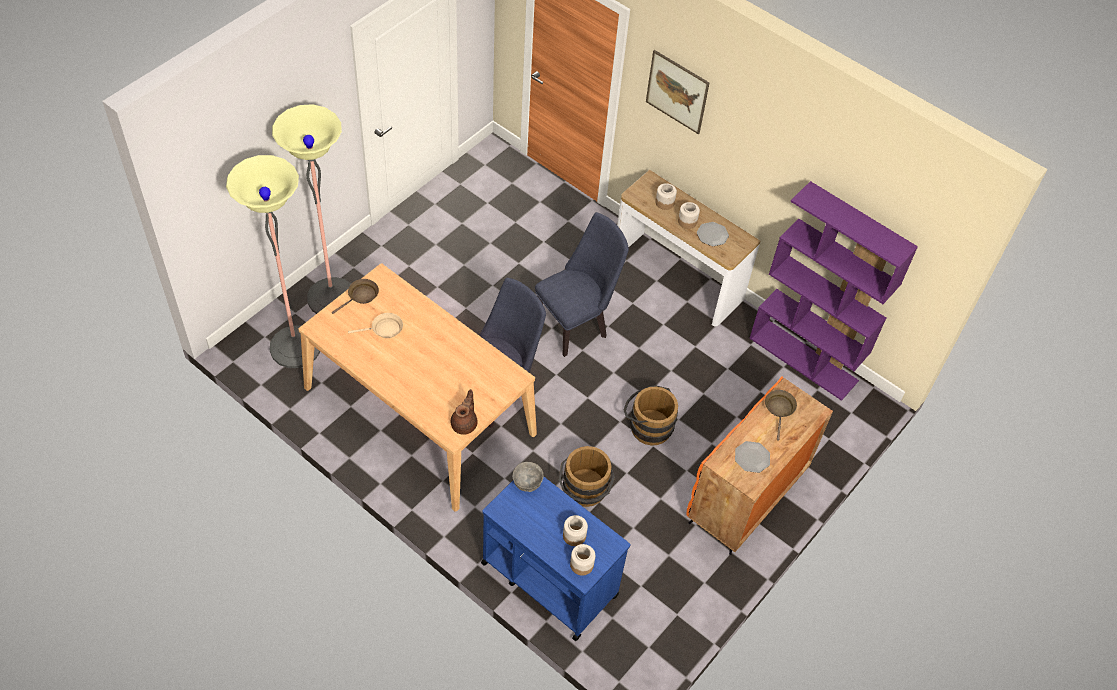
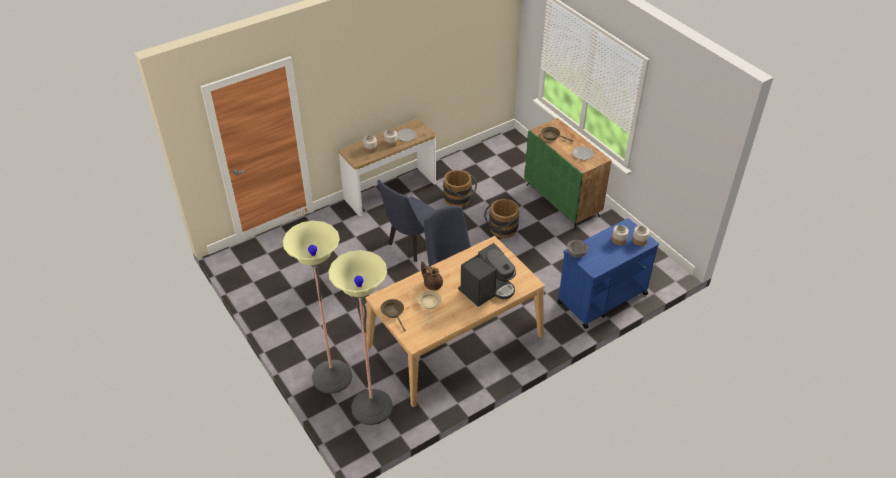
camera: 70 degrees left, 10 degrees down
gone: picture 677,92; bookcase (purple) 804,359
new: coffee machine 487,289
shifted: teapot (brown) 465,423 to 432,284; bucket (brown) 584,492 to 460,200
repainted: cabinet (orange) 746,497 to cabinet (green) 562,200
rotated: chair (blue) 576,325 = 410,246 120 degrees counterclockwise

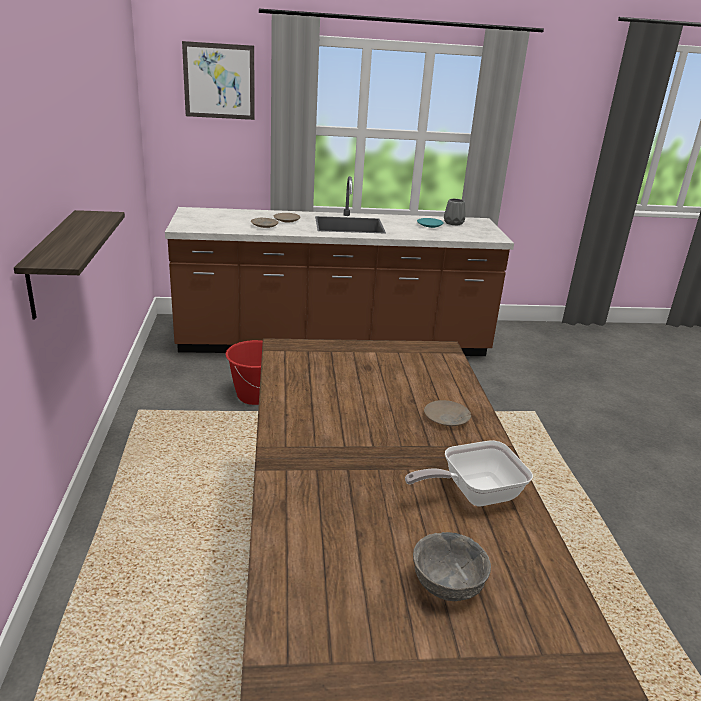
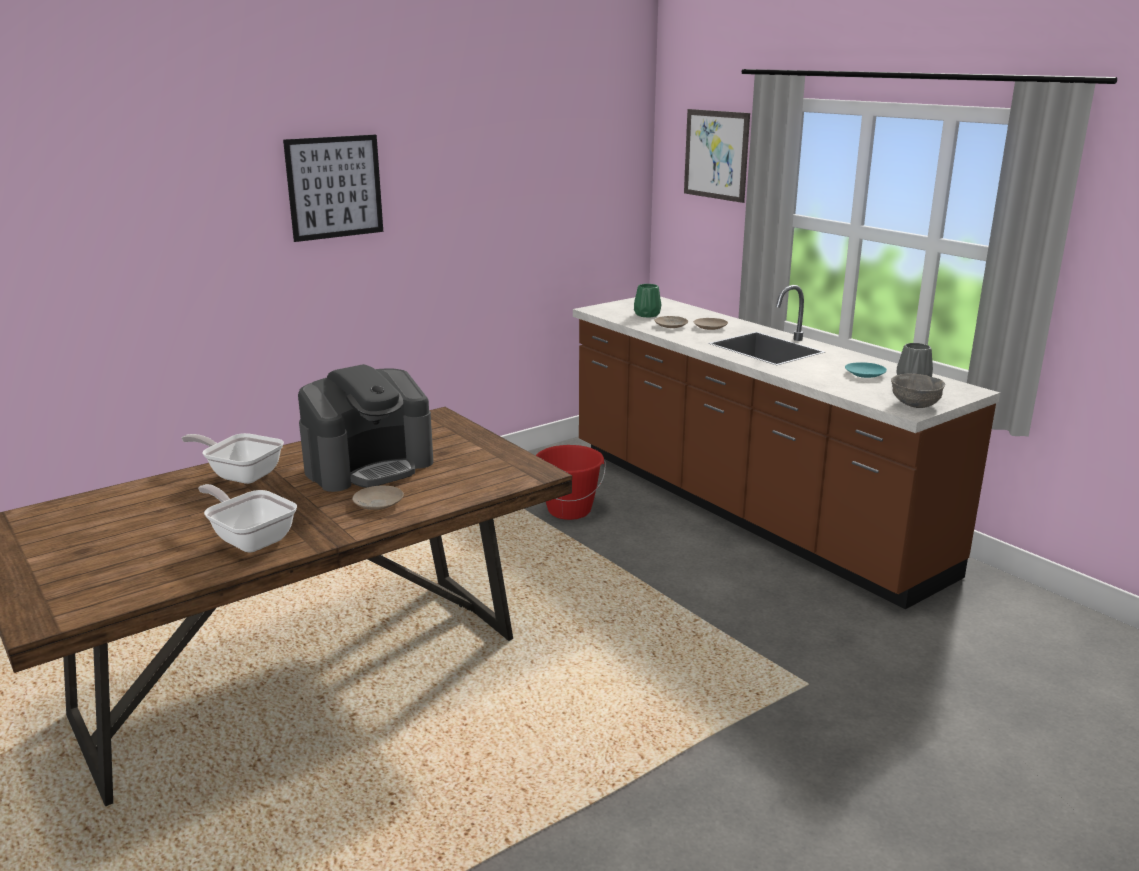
camera: 60 degrees right, 5 degrees down
gone: shelf 51,263
new: picture 334,187; vase (green) 646,314; coffee machine 369,466; frying pan 241,474
shifted: bowl (grey) 446,584 to 915,404

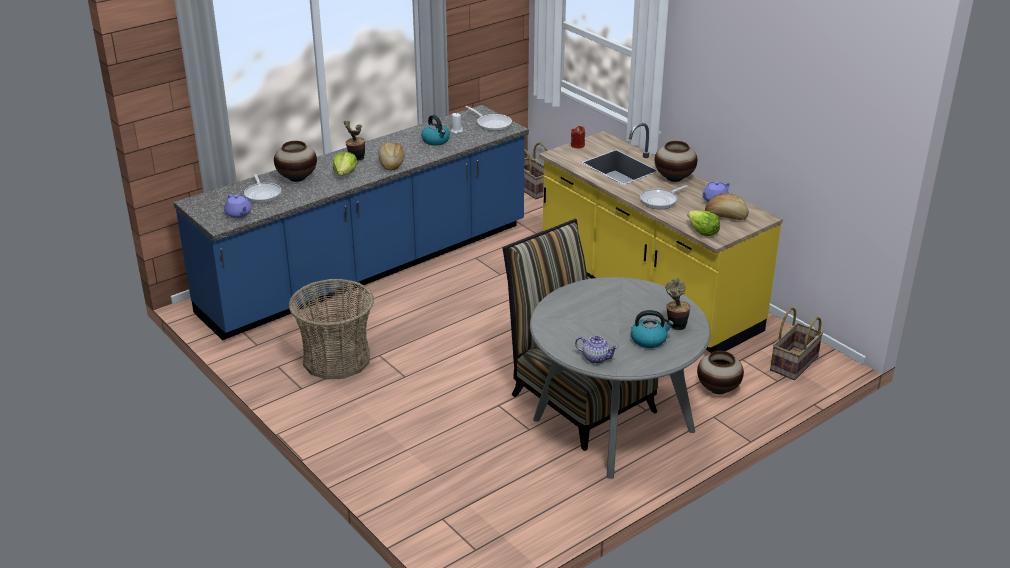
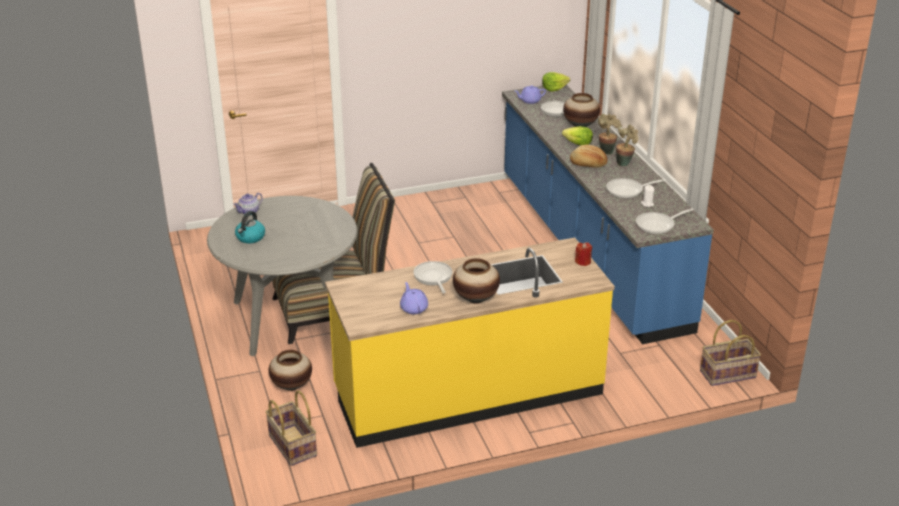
camera: 110 degrees right, 0 degrees up
gone: bread 726,216; basket 336,359
shifted: lettuce 702,231 to 554,88; potted plant 675,325 to 624,163
swapped: kettle 436,141 to frying pan 628,190

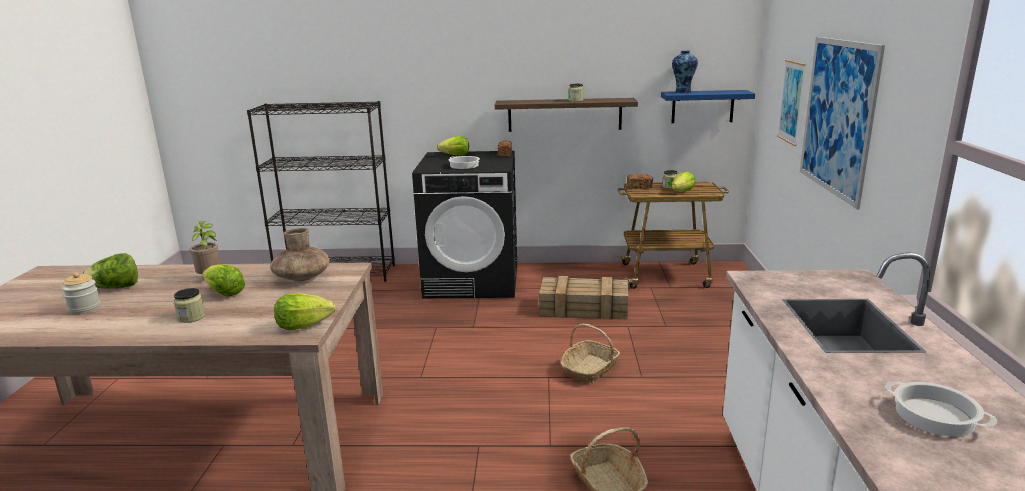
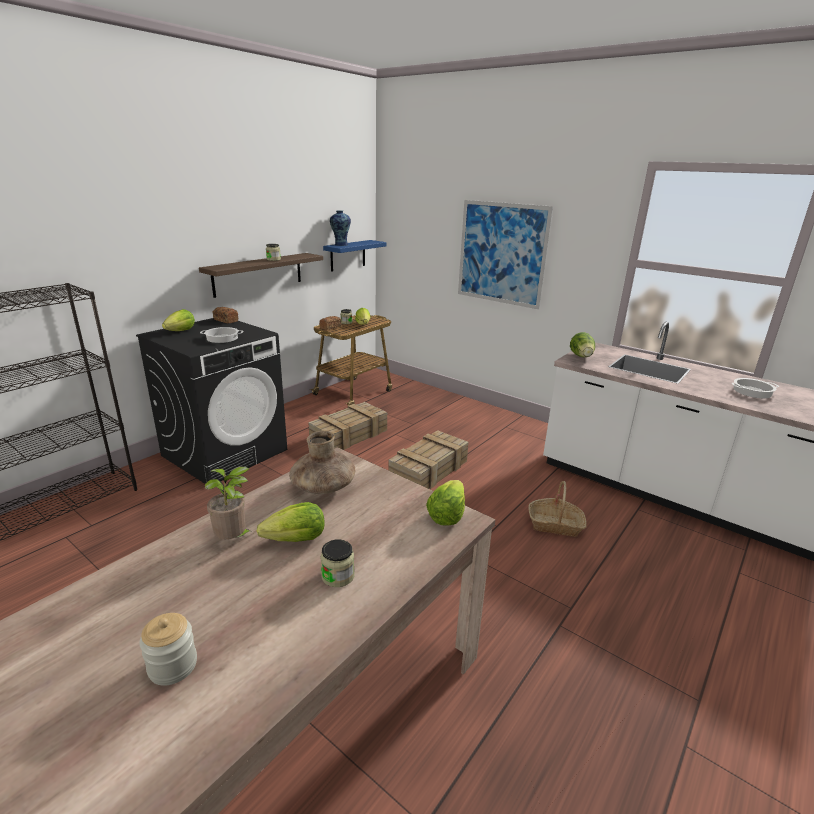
camera: 55 degrees left, 5 degrees up
gone: picture 791,102
shifted: lettuce 116,288 to 582,357
swapped: basket 590,369 to crate 428,471

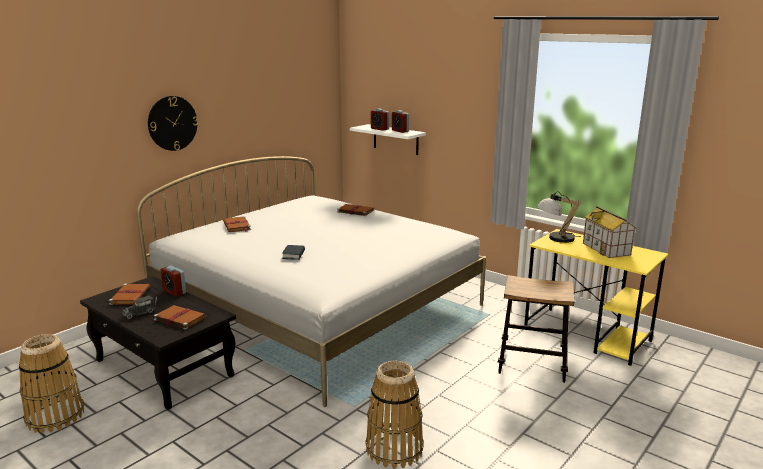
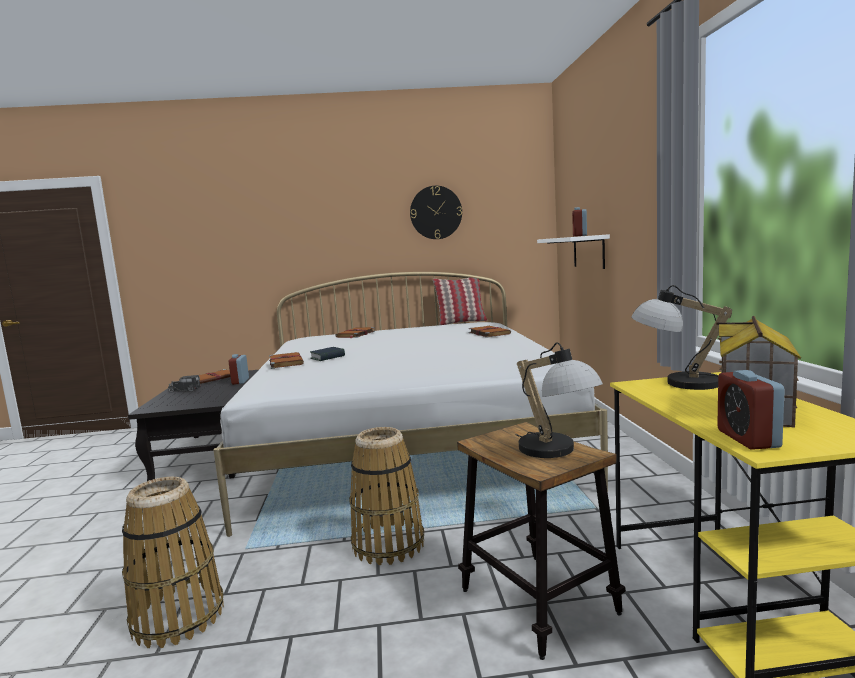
camera: 45 degrees right, 10 degrees down
new: pillow 461,322; table lamp 557,452
shifted: wall clock 172,123 to 436,212; alarm clock 379,129 to 748,439; book (brown) 179,318 to 286,362; basket 55,416 to 388,544

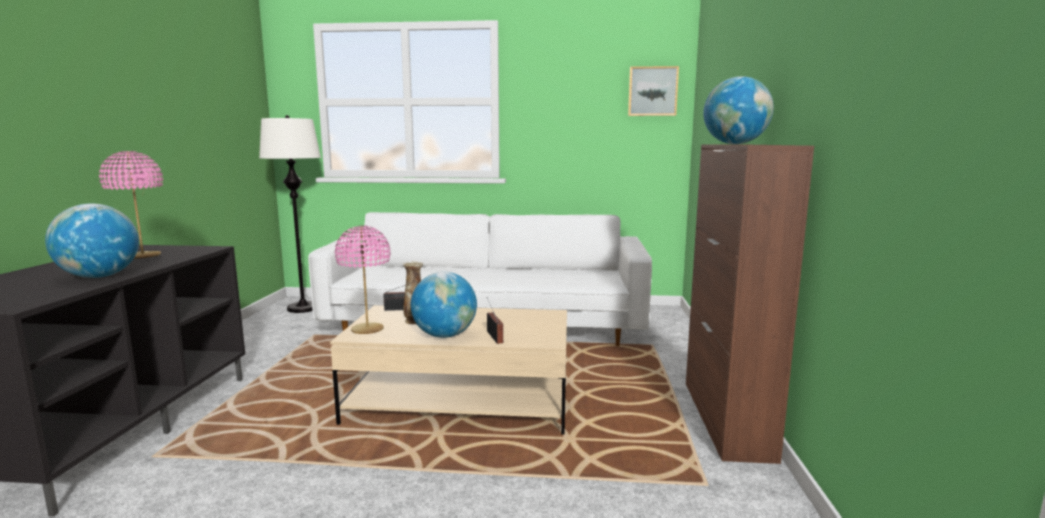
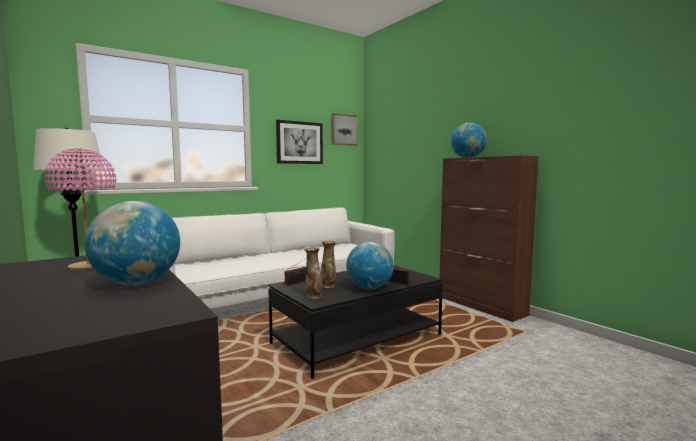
camera: 40 degrees left, 5 degrees down
new: picture 299,142
swapped: table lamp (pink) 367,329 to vase 313,297
repainted: coffee table (beige) 461,402 to coffee table (black) 357,339

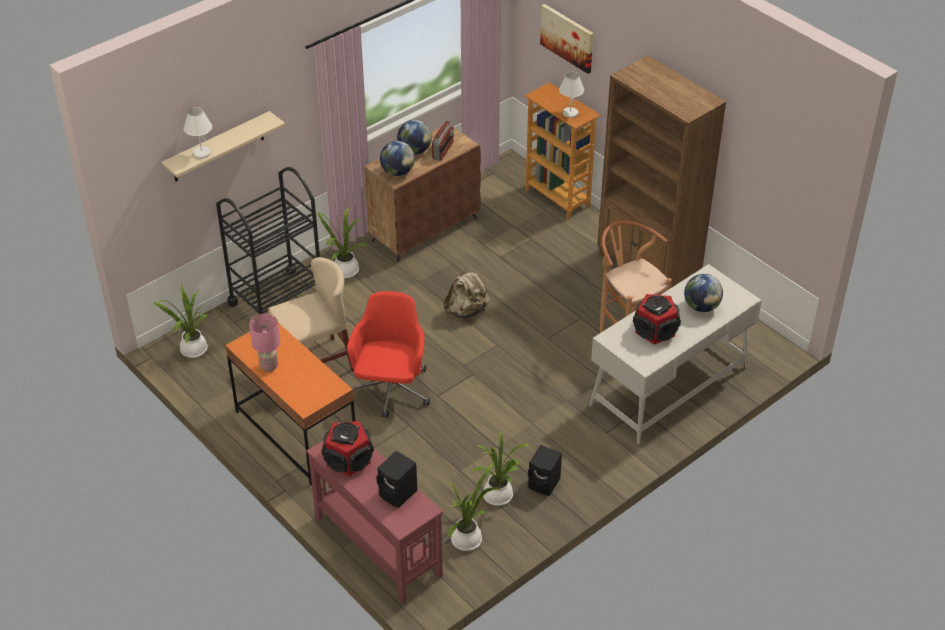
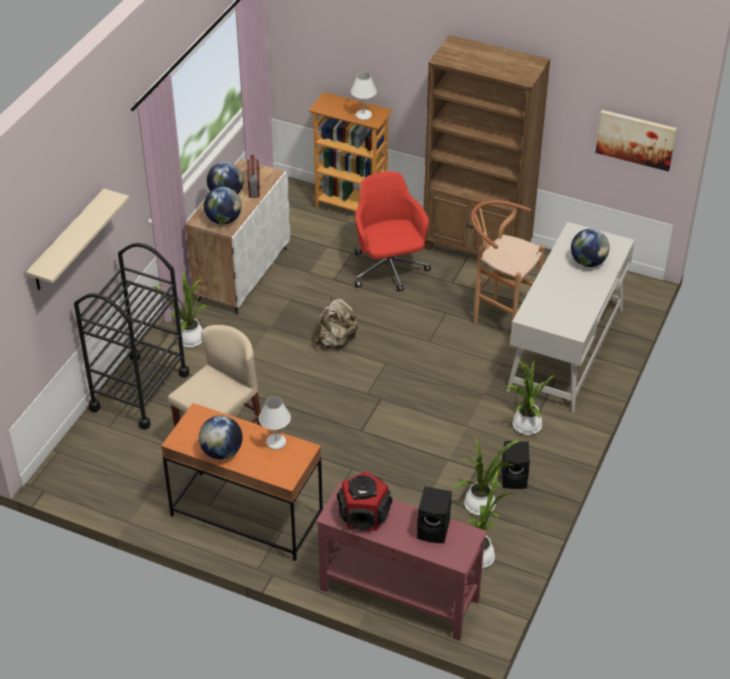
camera: 25 degrees left, 0 degrees up
gone: speaker 655,331
shifted: picture 567,37 to 636,139; table lamp (white) 201,153 to 276,443; potted plant 191,350 to 525,427; office chair (red) 390,391 to 389,270
swapped: table lamp (pink) 269,367 to globe 222,452
repainted: cabinet (brown) 425,229 to cabinet (white) 242,274

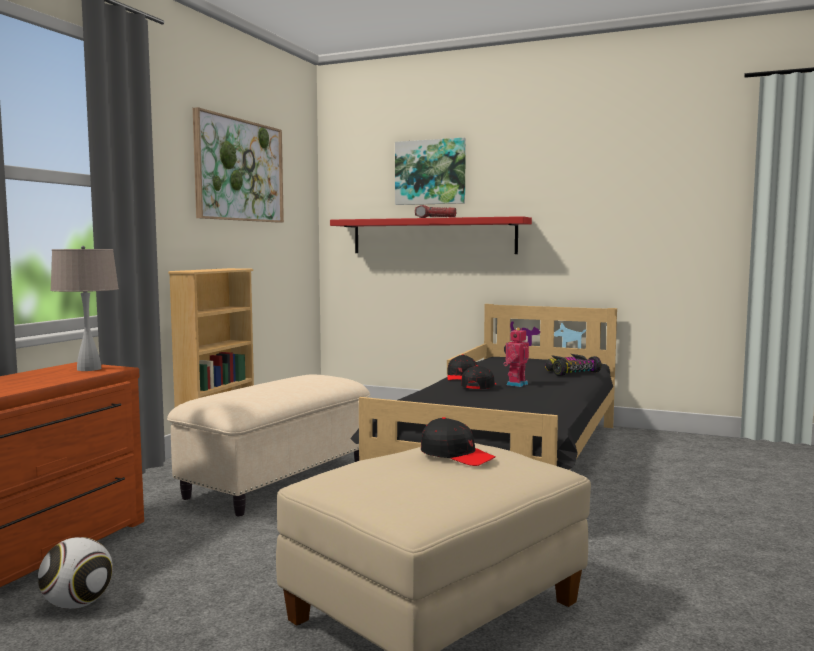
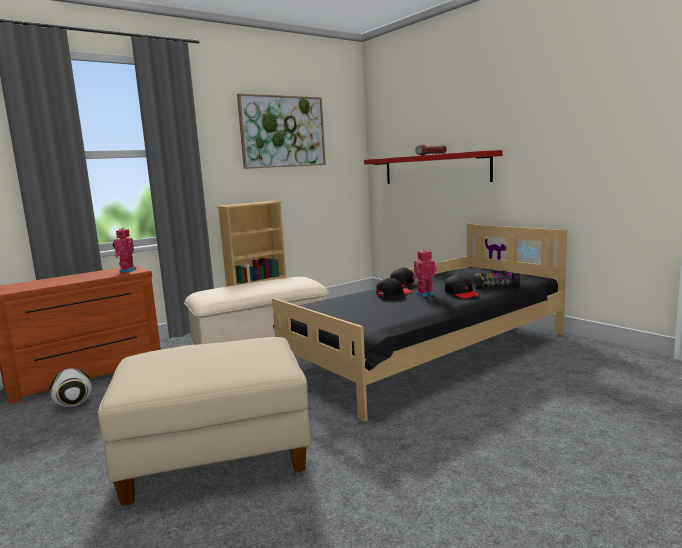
camera: 30 degrees right, 5 degrees up
gone: picture 430,172
shifted: cap (black) 456,455 to 461,293
swapped: table lamp (beige) 89,369 to toy robot 126,270

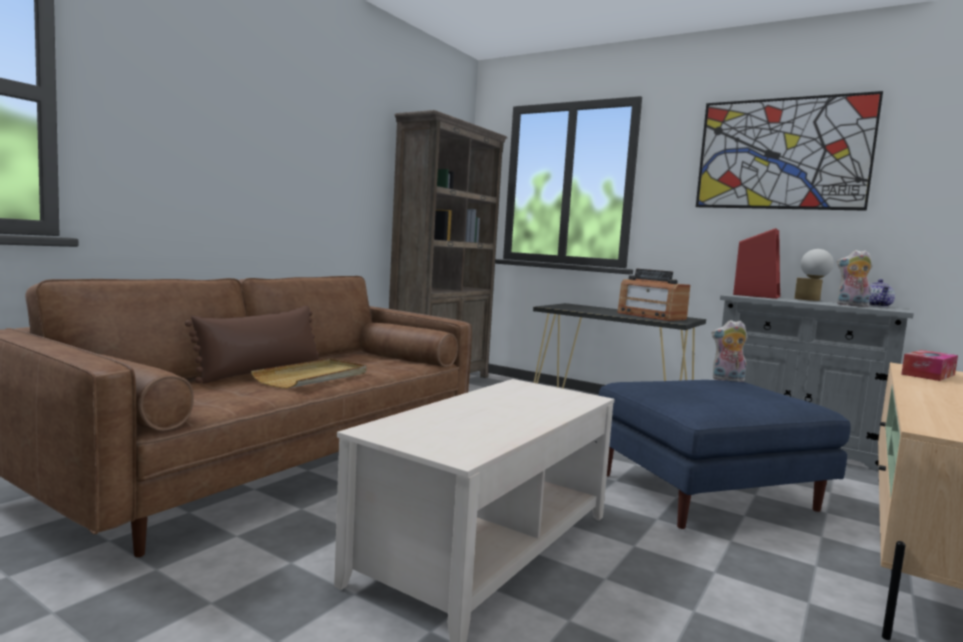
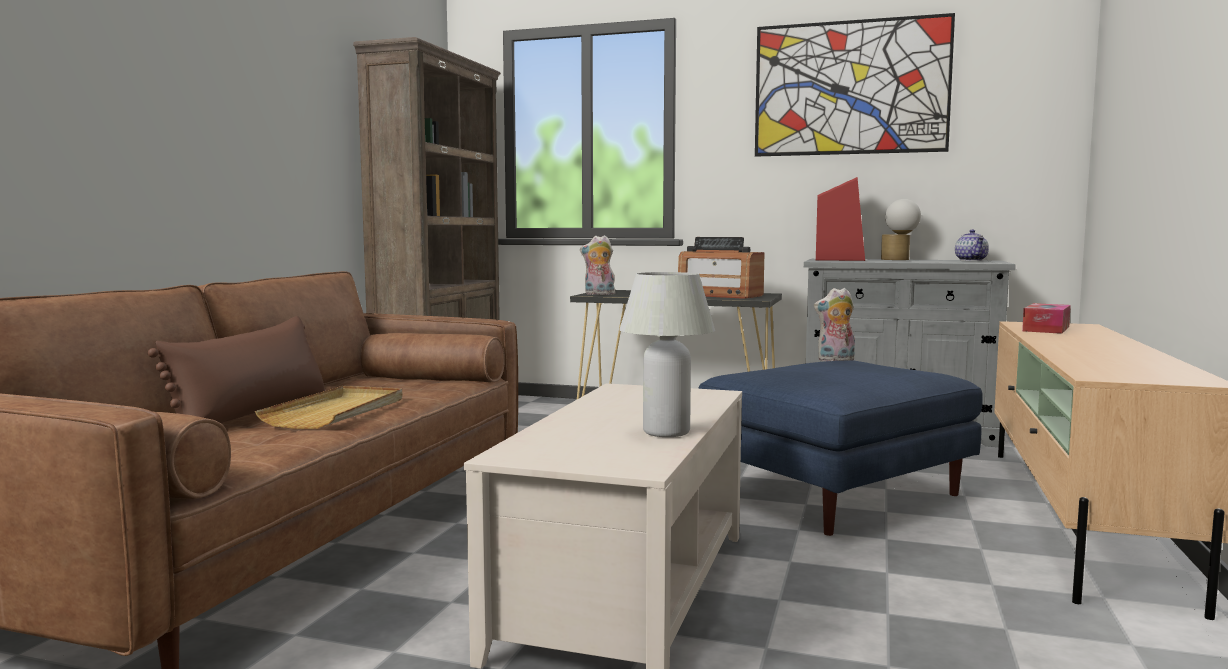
camera: 15 degrees left, 0 degrees up
new: table lamp (white) 666,432
shifted: plush toy 851,305 to 598,294

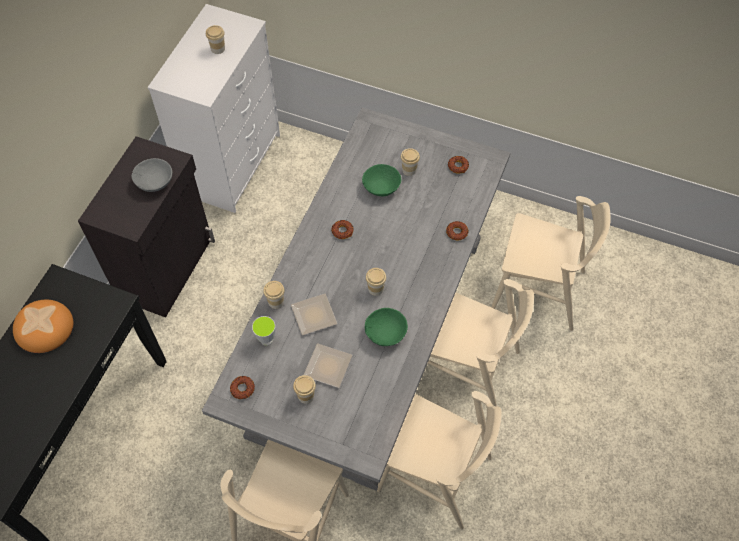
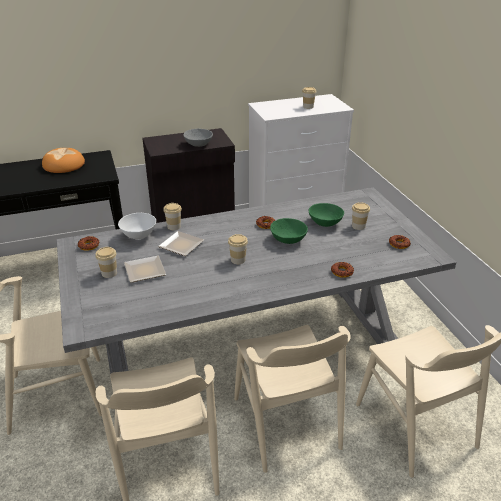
camera: 50 degrees right, 25 degrees down
shifted: bowl (green) 385,333 to 288,239
swapped: cup 266,340 to bowl (white) 139,237

